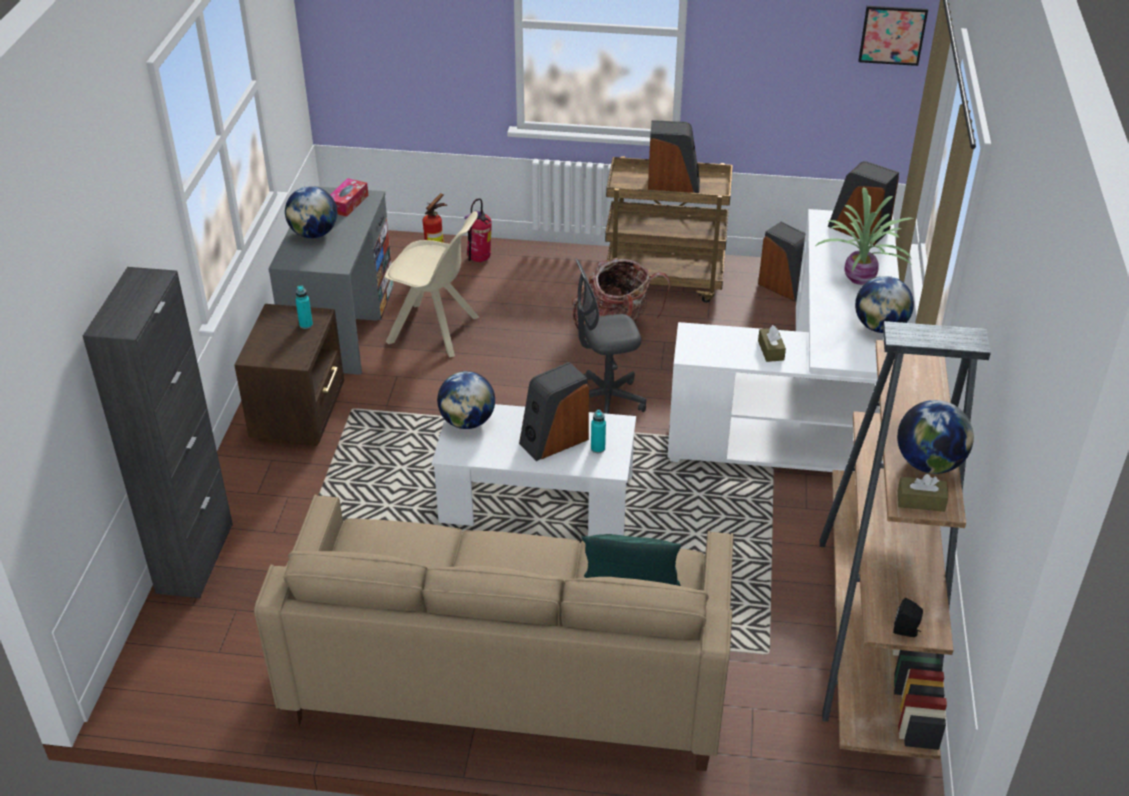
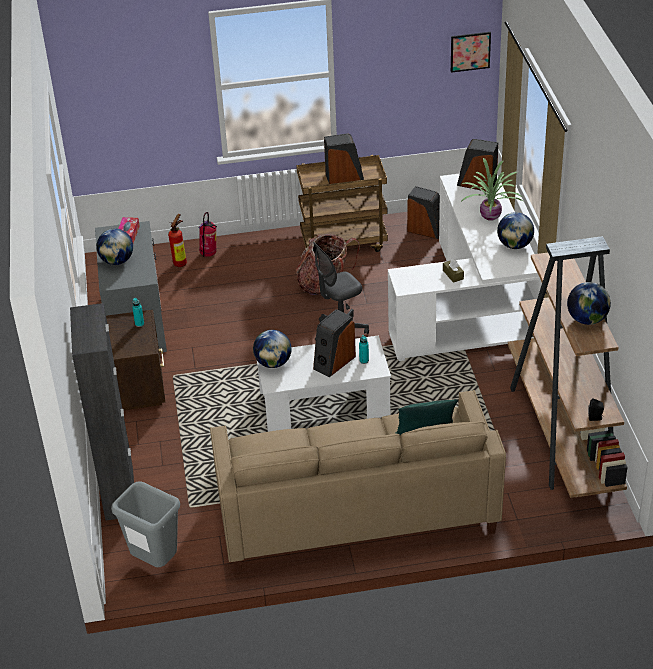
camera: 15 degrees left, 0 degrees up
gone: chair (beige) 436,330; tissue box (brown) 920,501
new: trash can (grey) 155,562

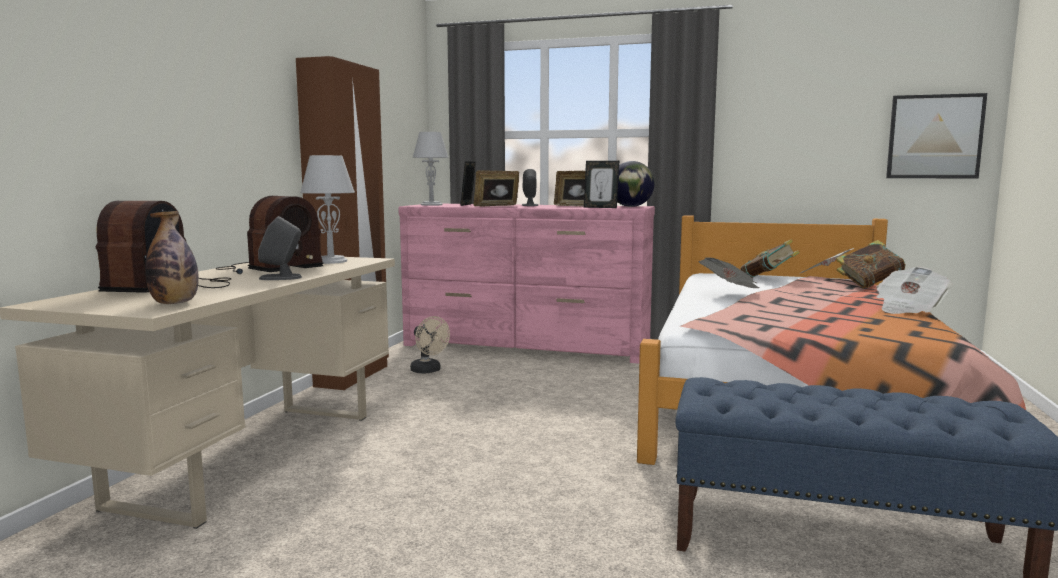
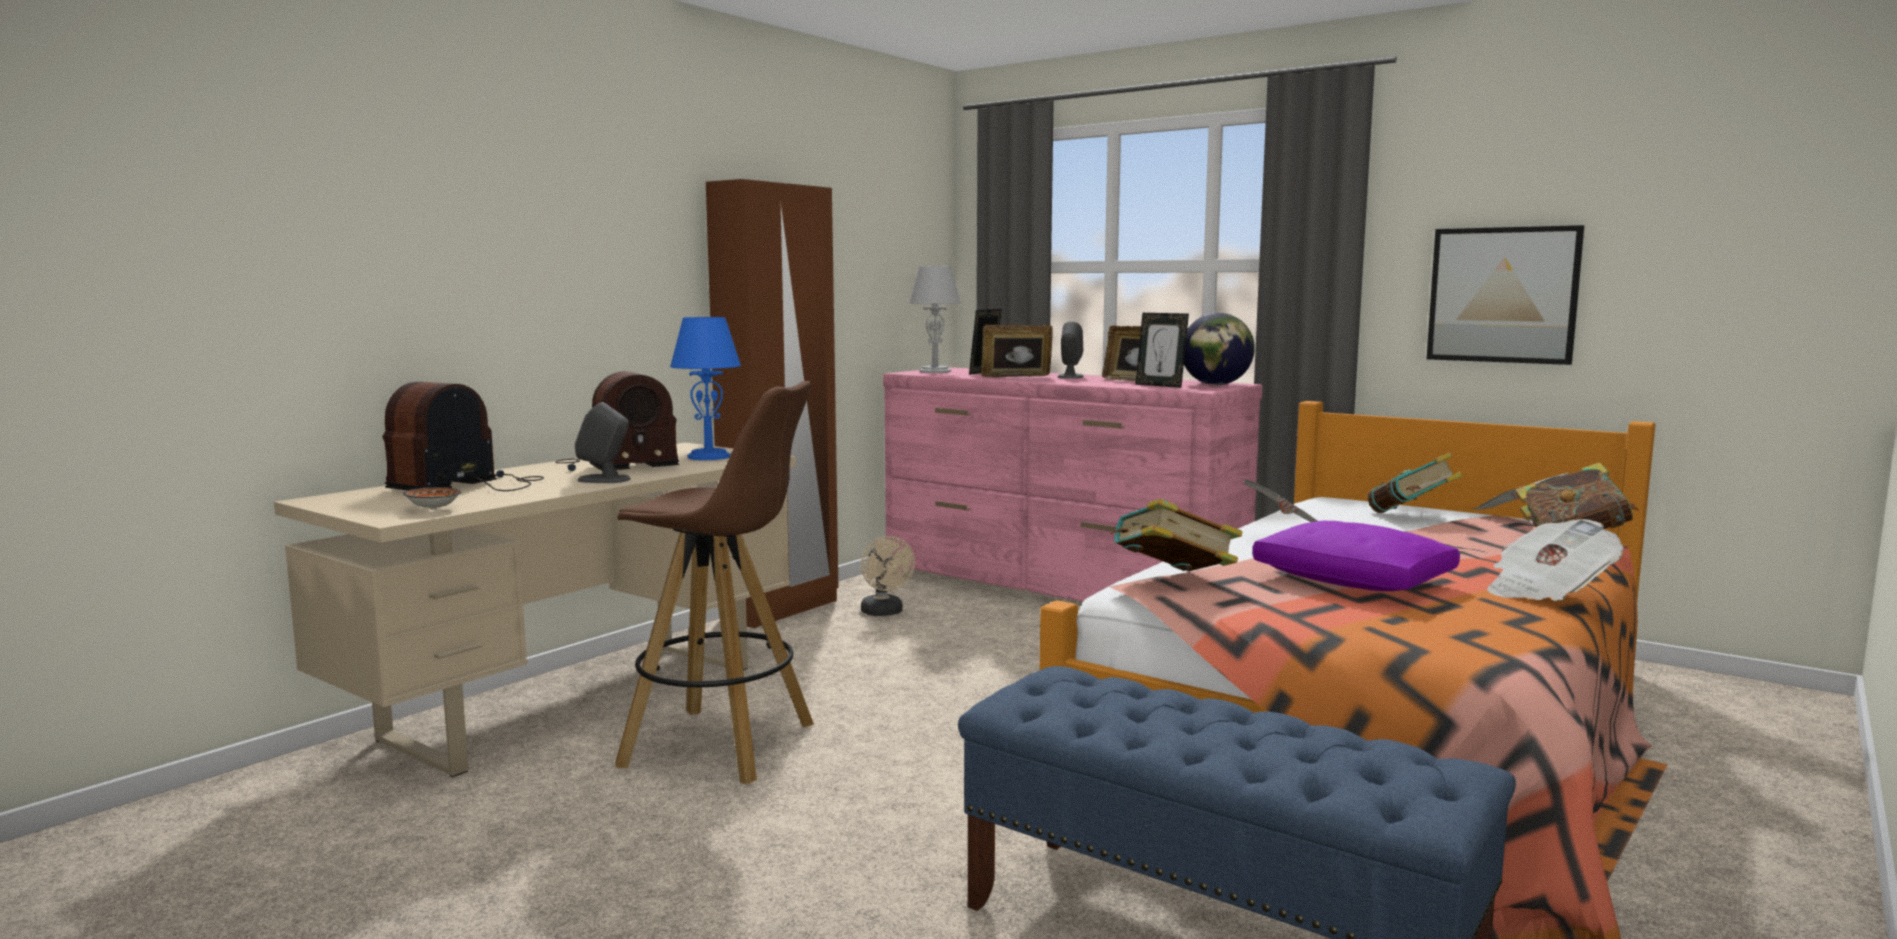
camera: 20 degrees right, 0 degrees up
new: stool (brown) 723,745; book 1172,580; pillow (purple) 1354,581
shifted: picture 934,137 to 1502,295
swapped: bottle 175,303 to bowl 433,509
repainted: table lamp (grey) 331,261 to table lamp (blue) 709,456

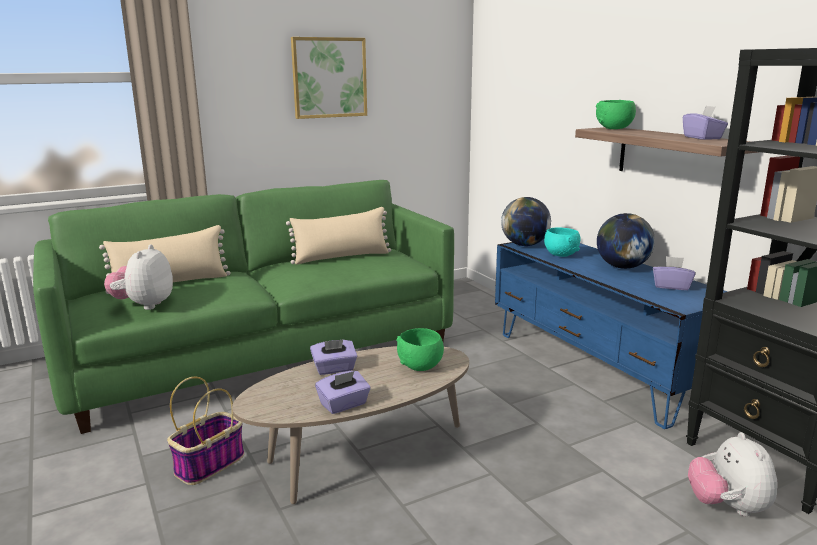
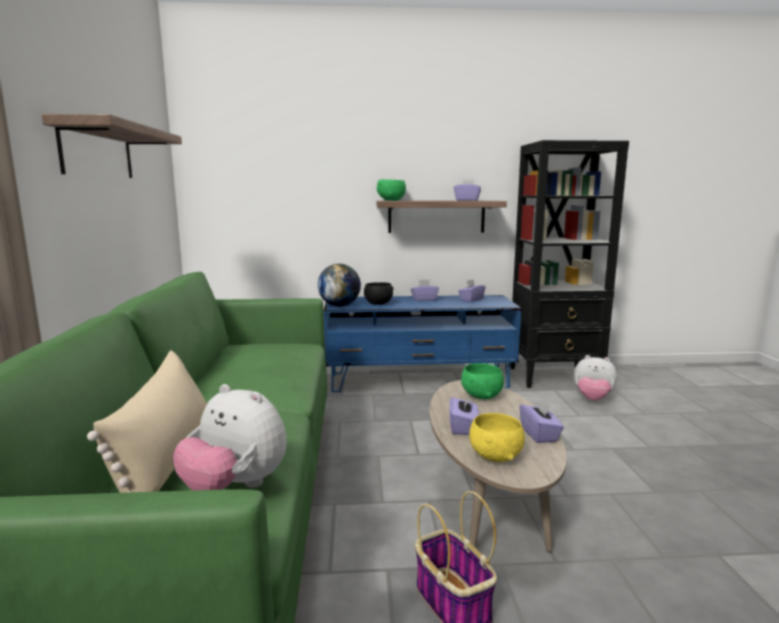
camera: 65 degrees left, 5 degrees down
gone: pillow (beige) 341,257
new: bowl (yellow) 496,456
swapped: picture 329,77 to shelf 97,151; globe 622,267 to tissue box (purple) 424,299
repainted: bowl (turquoise) 561,255 to bowl (black) 378,304

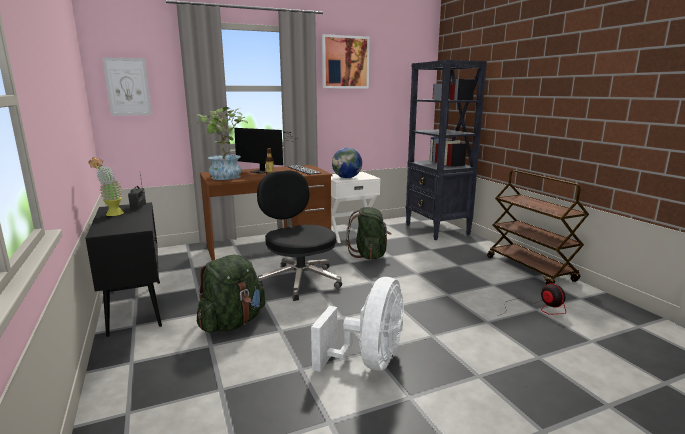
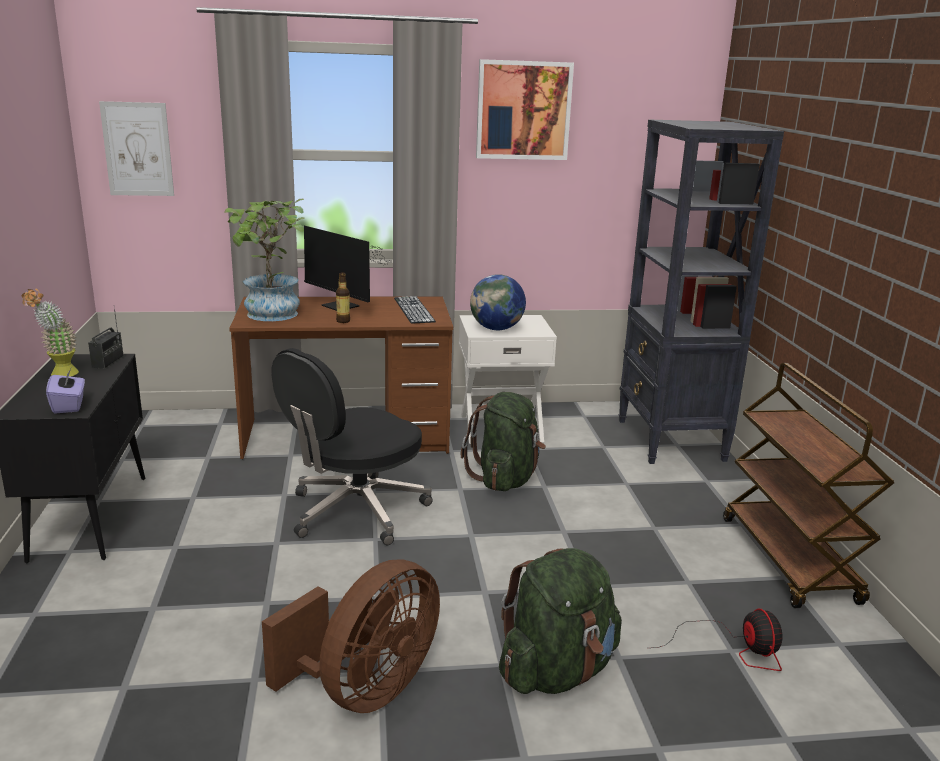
camera: 15 degrees right, 5 degrees up
new: tissue box (purple) 69,405
shifted: backpack (green) 232,323 to 557,671
repainted: fan (white) 369,361 to fan (brown) 364,690
rotated: office chair (black) 299,280 = 355,511 120 degrees counterclockwise

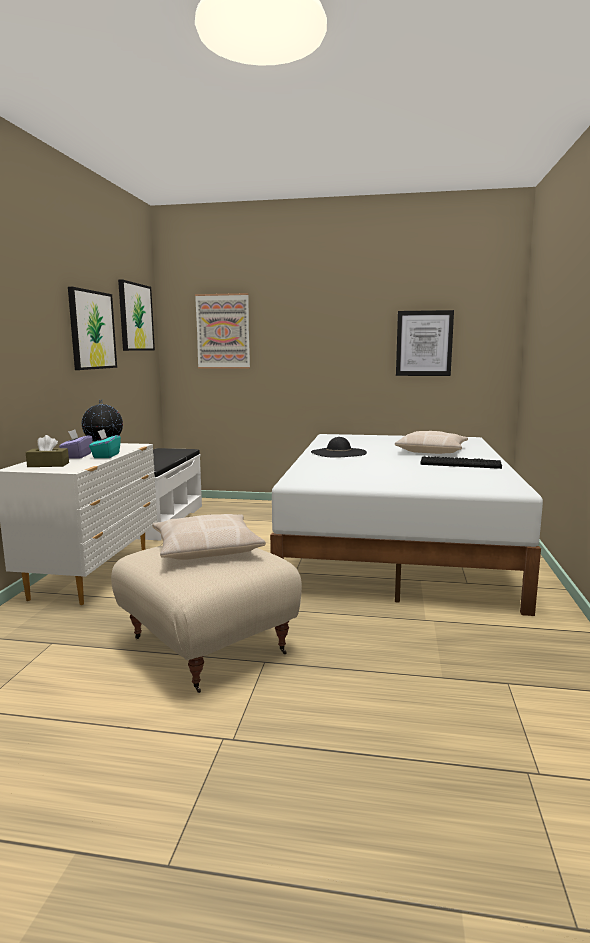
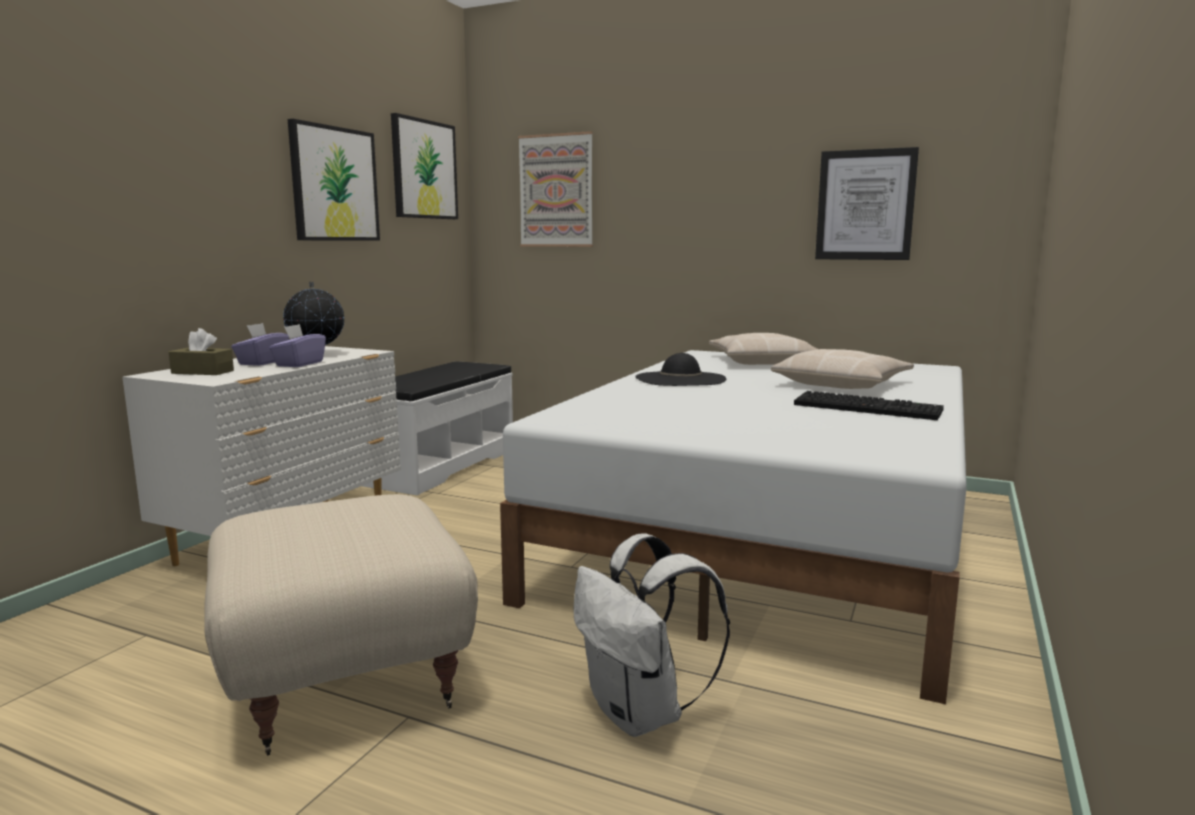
camera: 15 degrees right, 0 degrees up
new: backpack (white) 641,714
shifted: pillow (beige) 206,548 to 761,361
repainted: tissue box (turquoise) 106,456 to tissue box (purple) 299,364

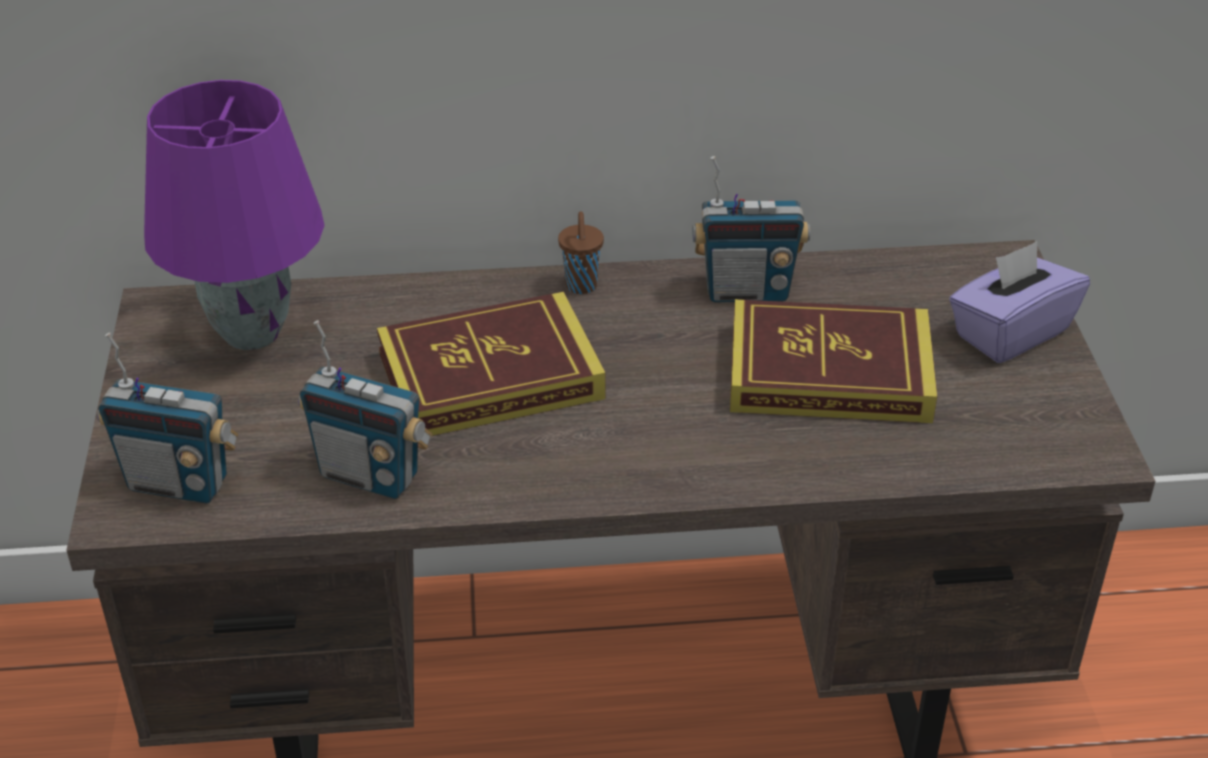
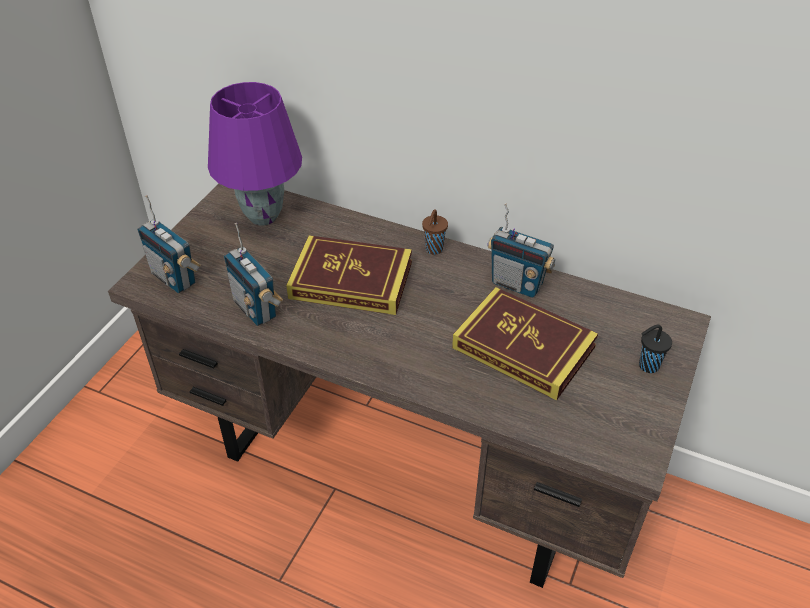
camera: 30 degrees right, 5 degrees up
swapped: tissue box (purple) 1010,332 to cup (black) 647,366

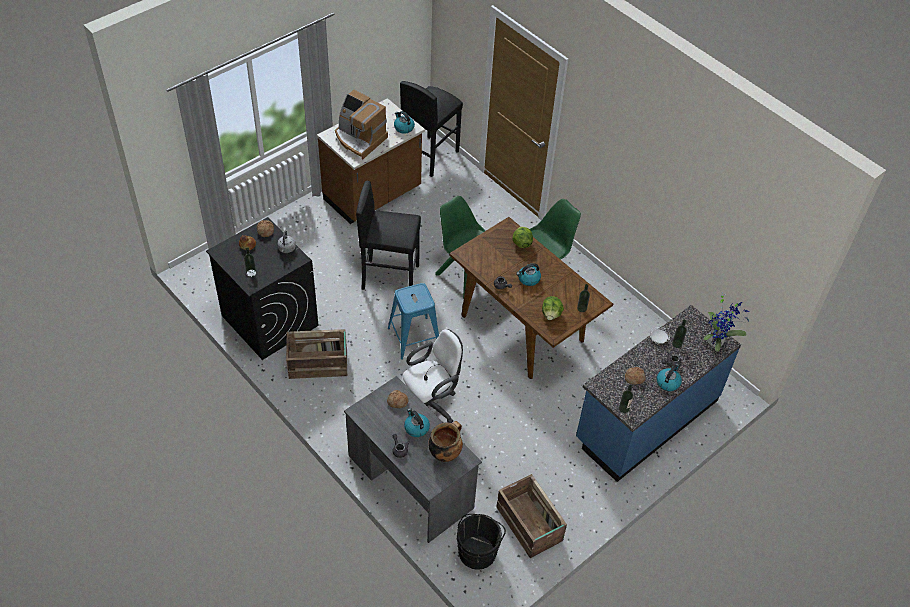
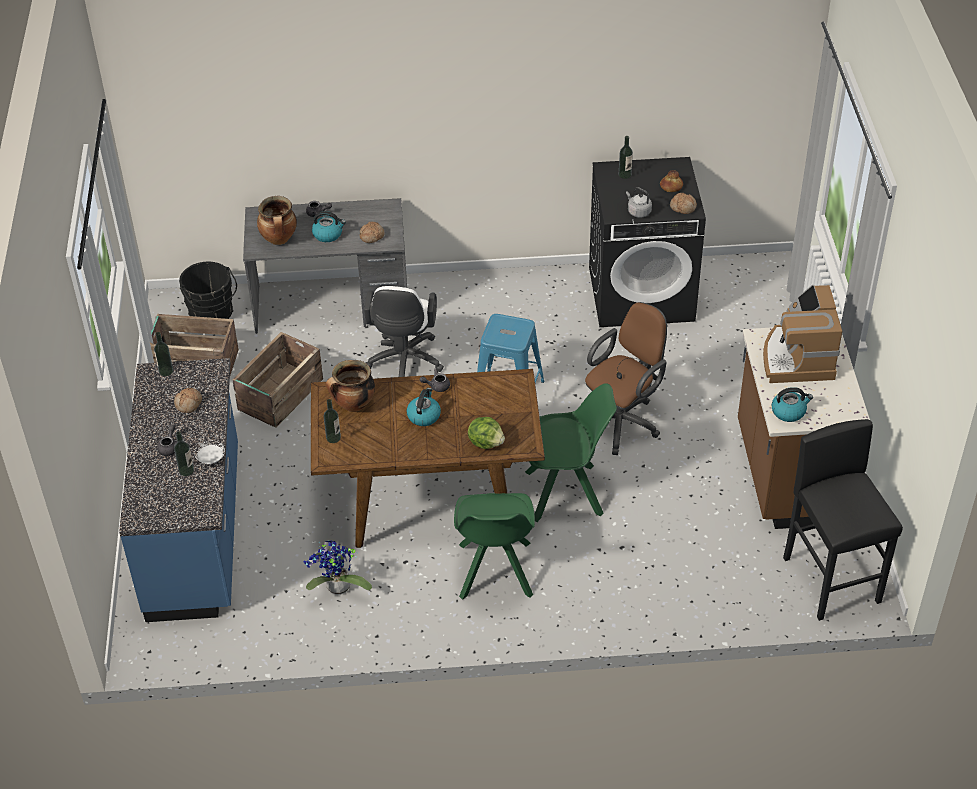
camera: 130 degrees right, 5 degrees down
gone: kettle 668,382
shifted: potted plant 716,342 to 337,589; crate 319,364 to 279,395
swapped: stool (black) 390,277 to office chair (brown) 622,421; lettuce 551,314 to cooking pot 353,405
rotated: coffee machine 359,139 = 797,358 75 degrees counterclockwise

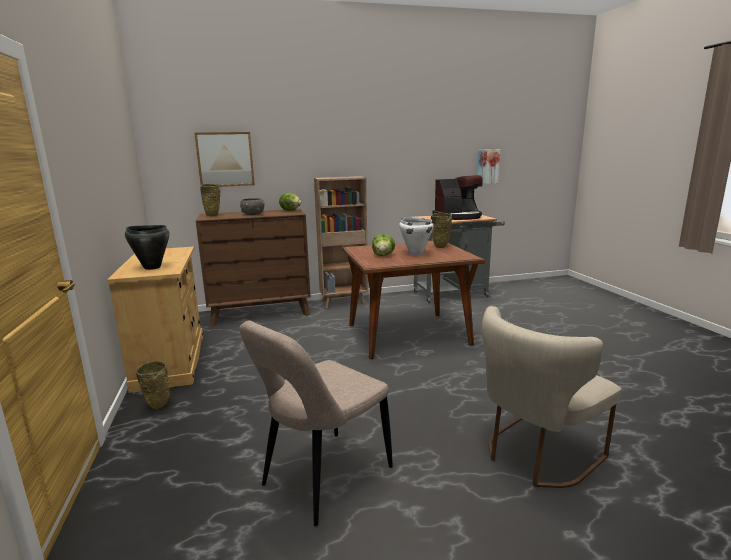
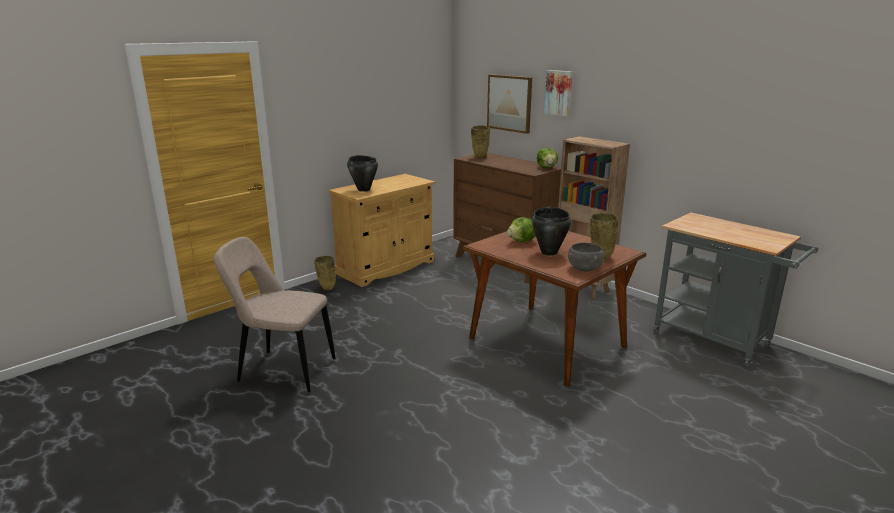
camera: 60 degrees right, 5 degrees up
gone: coffee machine 458,217; chair (beige) 535,455
shifted: picture 487,166 to 559,93; bowl (grey) 253,214 to 584,268
repainted: cooking pot (white) 415,254 to cooking pot (black) 549,252

